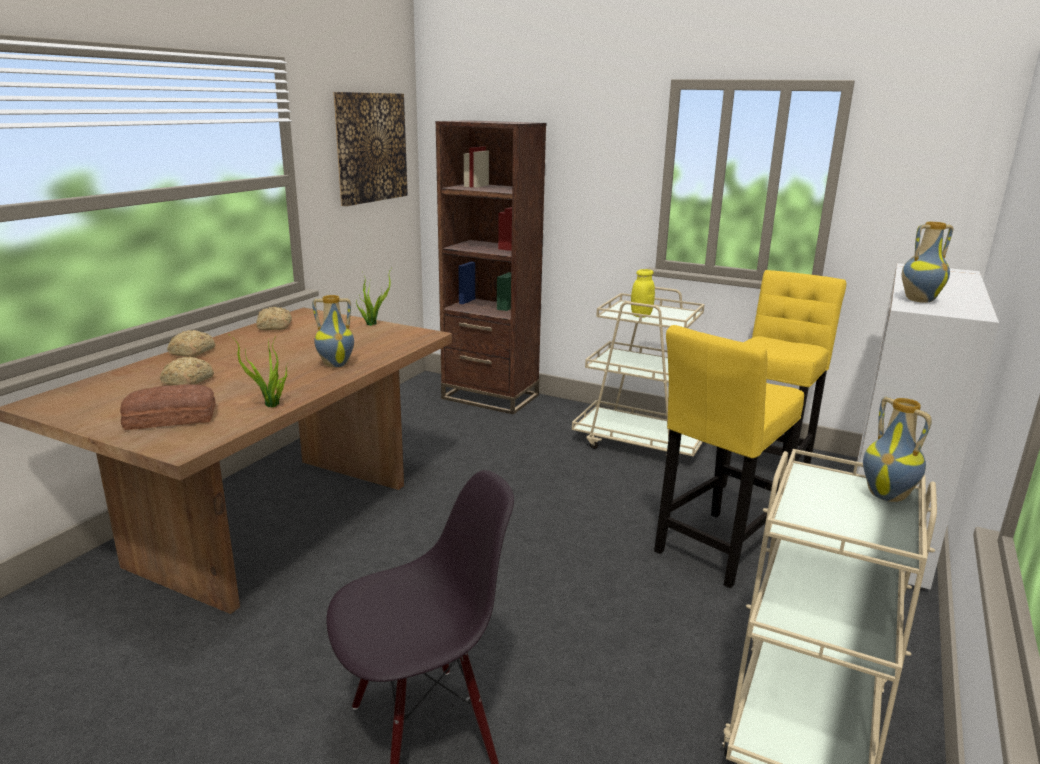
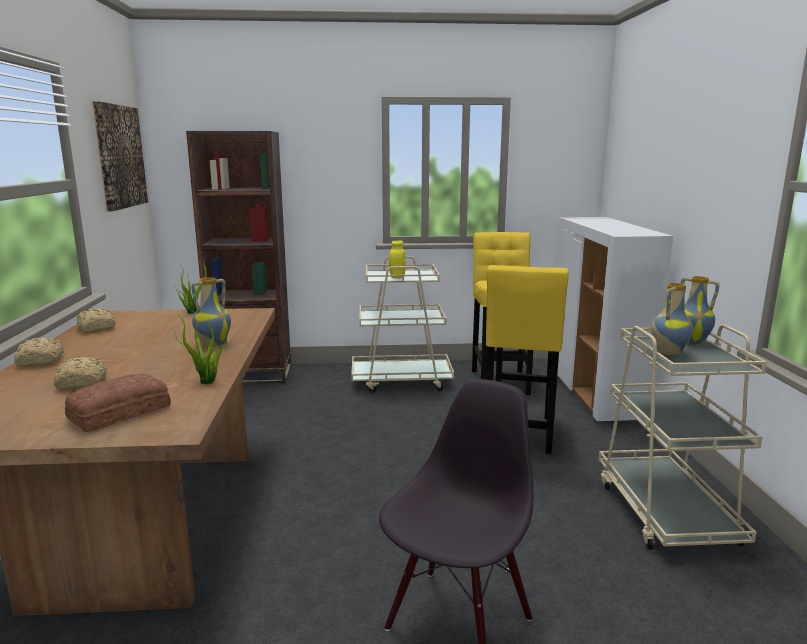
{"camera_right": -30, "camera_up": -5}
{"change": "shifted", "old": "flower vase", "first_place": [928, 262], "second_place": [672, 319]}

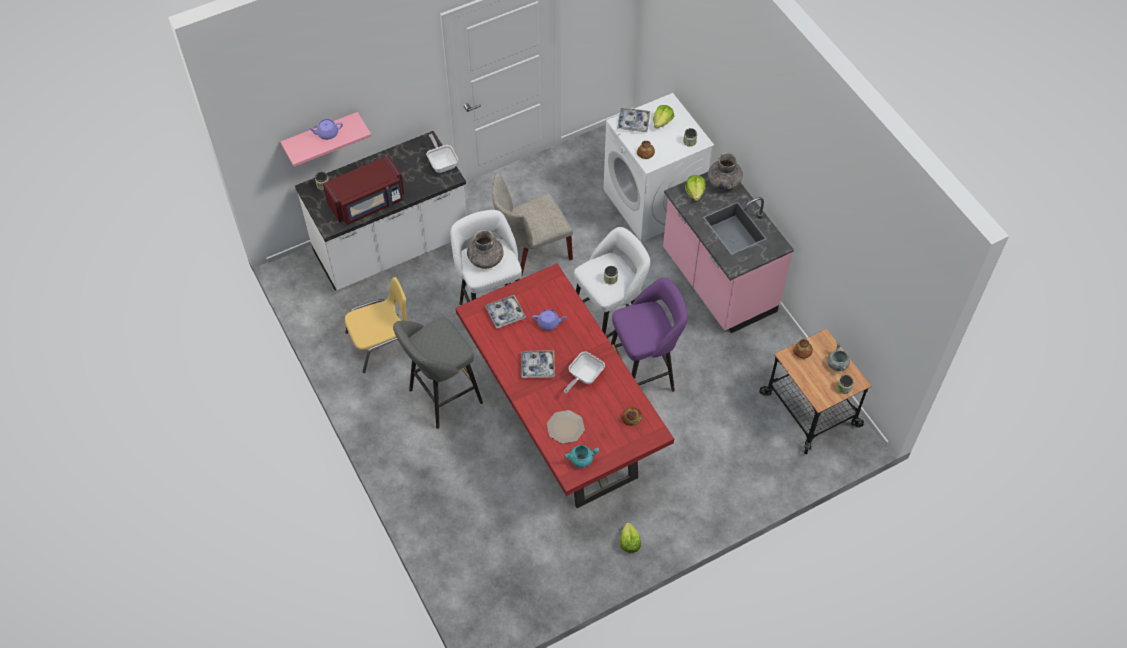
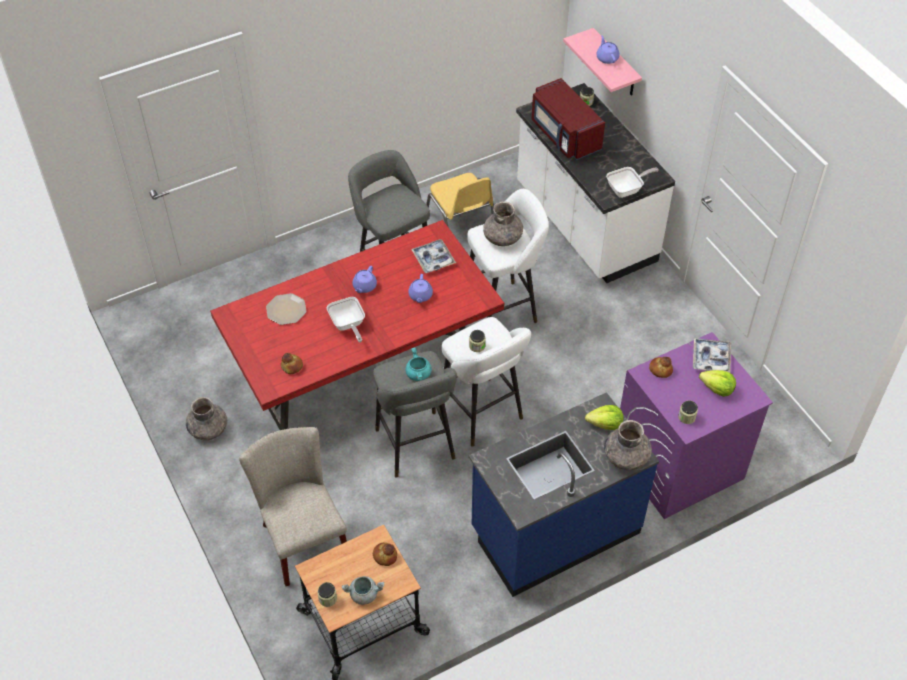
{"camera_right": 90, "camera_up": -5}
{"change": "repainted", "old": "laundry machine in whitish", "new": "laundry machine in purplish", "first_place": [658, 167], "second_place": [696, 425]}
{"change": "shifted", "old": "chair in sand-coloured", "first_place": [532, 224], "second_place": [293, 506]}
{"change": "repainted", "old": "kitchen base unit in pink-coloured", "new": "kitchen base unit in bluish", "first_place": [728, 252], "second_place": [564, 494]}
{"change": "repainted", "old": "stool in purplish", "new": "stool in greyish", "first_place": [649, 335], "second_place": [415, 414]}
{"change": "swapped", "old": "serving tray", "new": "tea pot in purplish", "first_place": [538, 364], "second_place": [365, 279]}
{"change": "rotated", "old": "frying pan", "first_place": [584, 372], "second_place": [346, 319], "degrees": -150}
{"change": "shifted", "old": "saucepot in blue-green", "first_place": [582, 456], "second_place": [418, 364]}
{"change": "swapped", "old": "lettuce", "new": "flower vase in greyish", "first_place": [630, 537], "second_place": [206, 418]}

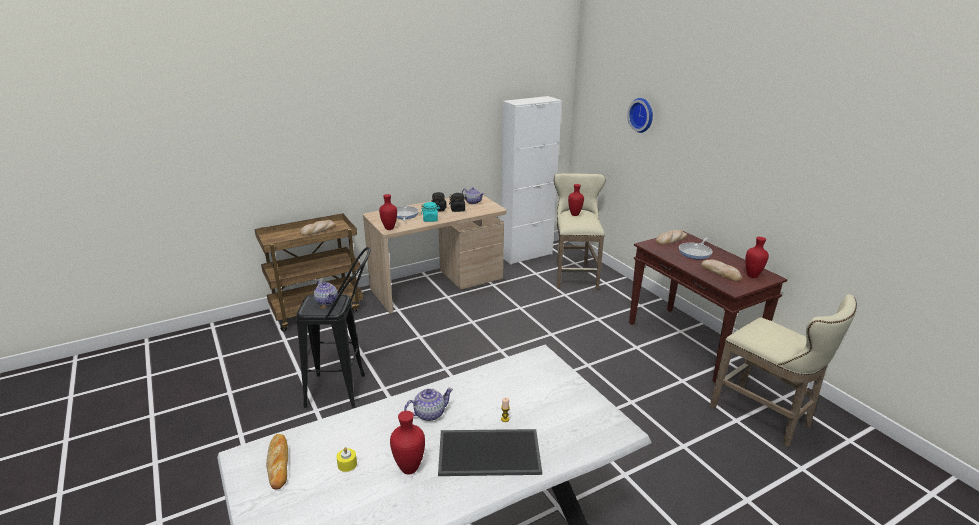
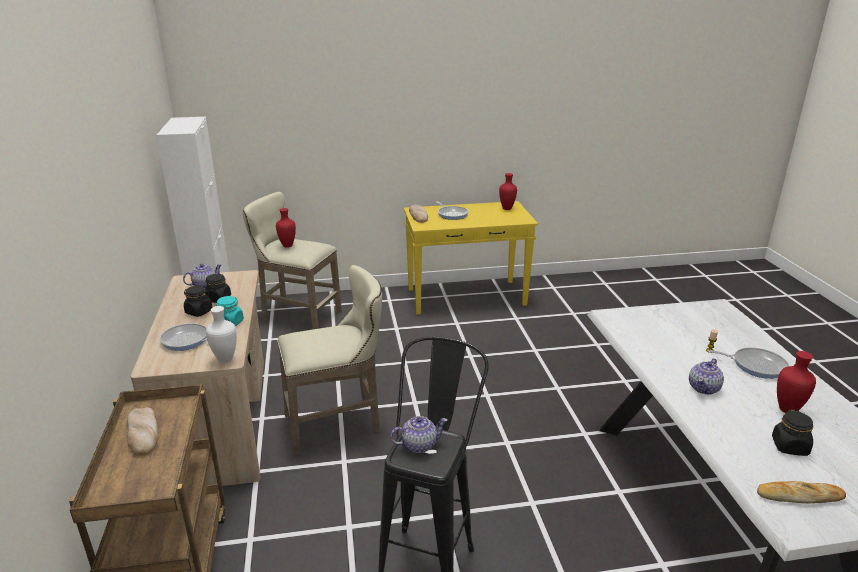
{"camera_right": -70, "camera_up": 0}
{"change": "gone", "old": "hanging clock", "first_place": [640, 115]}
{"change": "repainted", "old": "flower vase in reddish", "new": "flower vase in whitish", "first_place": [388, 212], "second_place": [221, 334]}
{"change": "repainted", "old": "hall table in brownish", "new": "hall table in yellow-coloured", "first_place": [708, 307], "second_place": [471, 258]}
{"change": "gone", "old": "bread", "first_place": [721, 270]}
{"change": "shifted", "old": "stool in sand-coloured", "first_place": [783, 370], "second_place": [329, 360]}
{"change": "rotated", "old": "tea pot", "first_place": [428, 404], "second_place": [706, 376], "degrees": -135}
{"change": "swapped", "old": "serving tray", "new": "frying pan", "first_place": [490, 452], "second_place": [748, 363]}
{"change": "swapped", "old": "wax light in yellow-coloured", "new": "storage jar in black-coloured", "first_place": [346, 459], "second_place": [792, 432]}

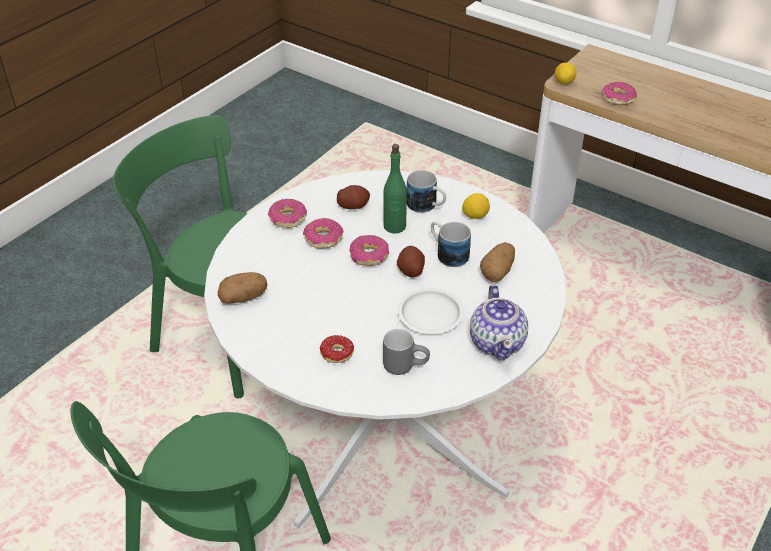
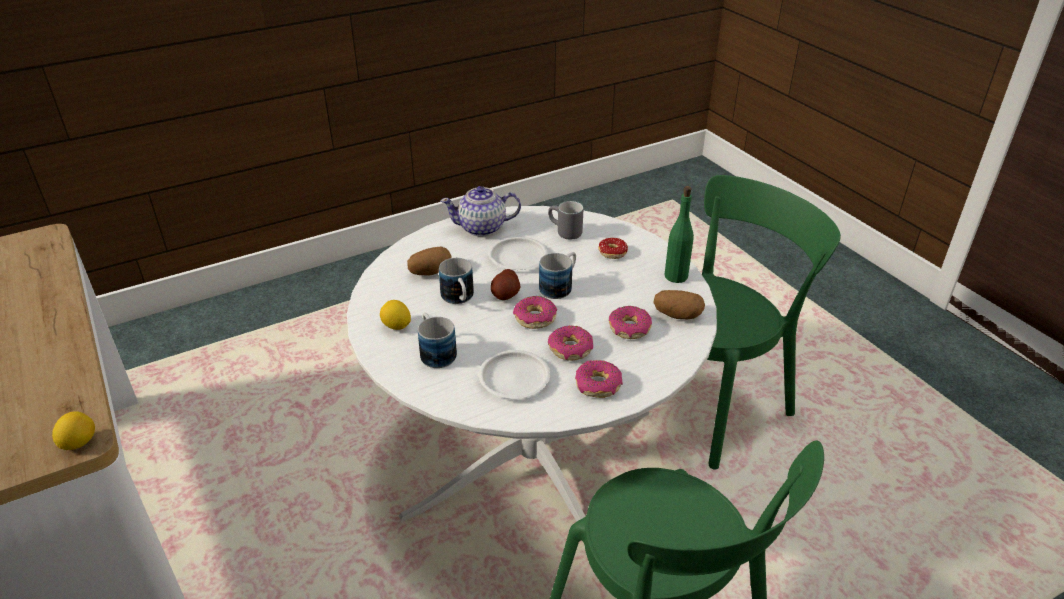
{"camera_right": -155, "camera_up": -5}
{"change": "shifted", "old": "ring doughnut", "first_place": [619, 93], "second_place": [630, 322]}
{"change": "shifted", "old": "bottle in green-coloured", "first_place": [395, 188], "second_place": [679, 234]}
{"change": "swapped", "old": "potato", "new": "plate in whitish", "first_place": [353, 197], "second_place": [514, 374]}
{"change": "rotated", "old": "tea pot", "first_place": [499, 322], "second_place": [480, 211], "degrees": -120}
{"change": "new", "new": "tea mug", "second_place": [557, 275]}

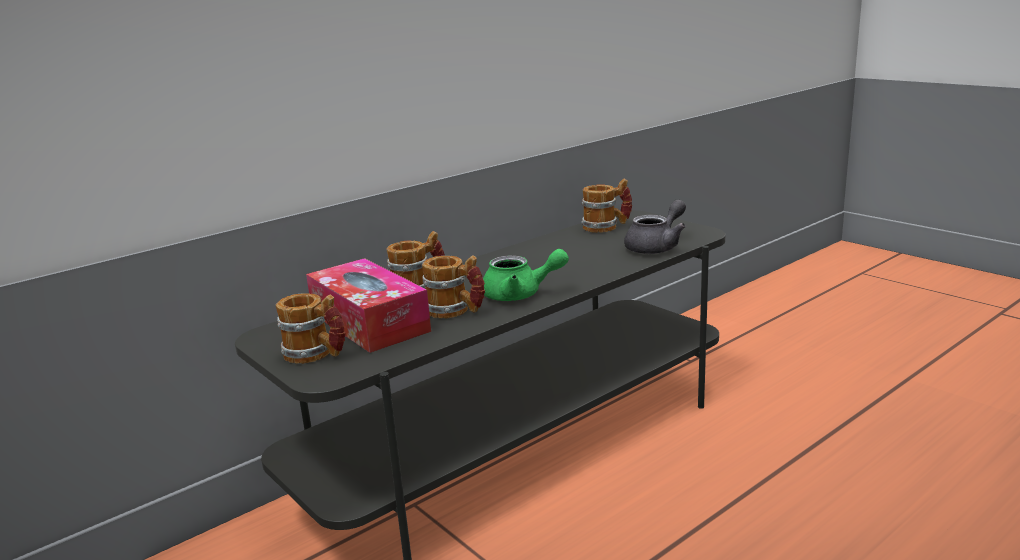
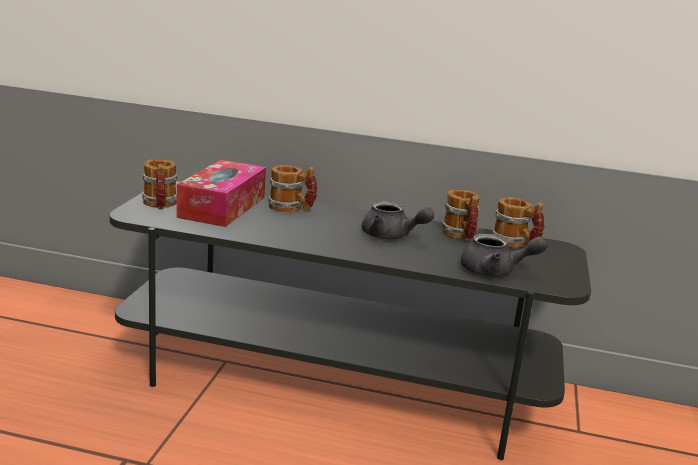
{"camera_right": 50, "camera_up": 0}
{"change": "gone", "old": "tea pot in green-coloured", "first_place": [526, 275]}
{"change": "shifted", "old": "tea mug", "first_place": [453, 287], "second_place": [460, 215]}
{"change": "new", "new": "tea pot in greyish", "second_place": [398, 220]}

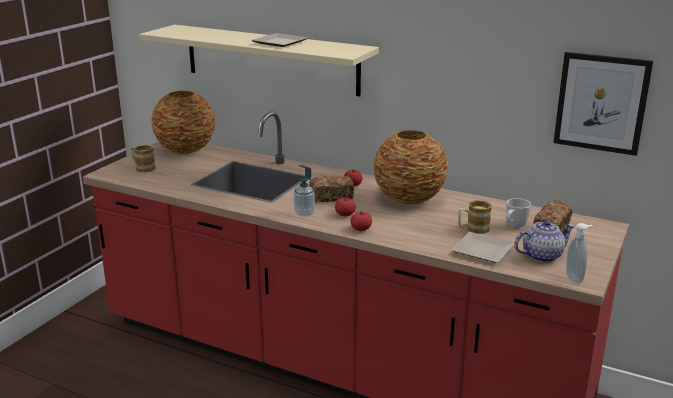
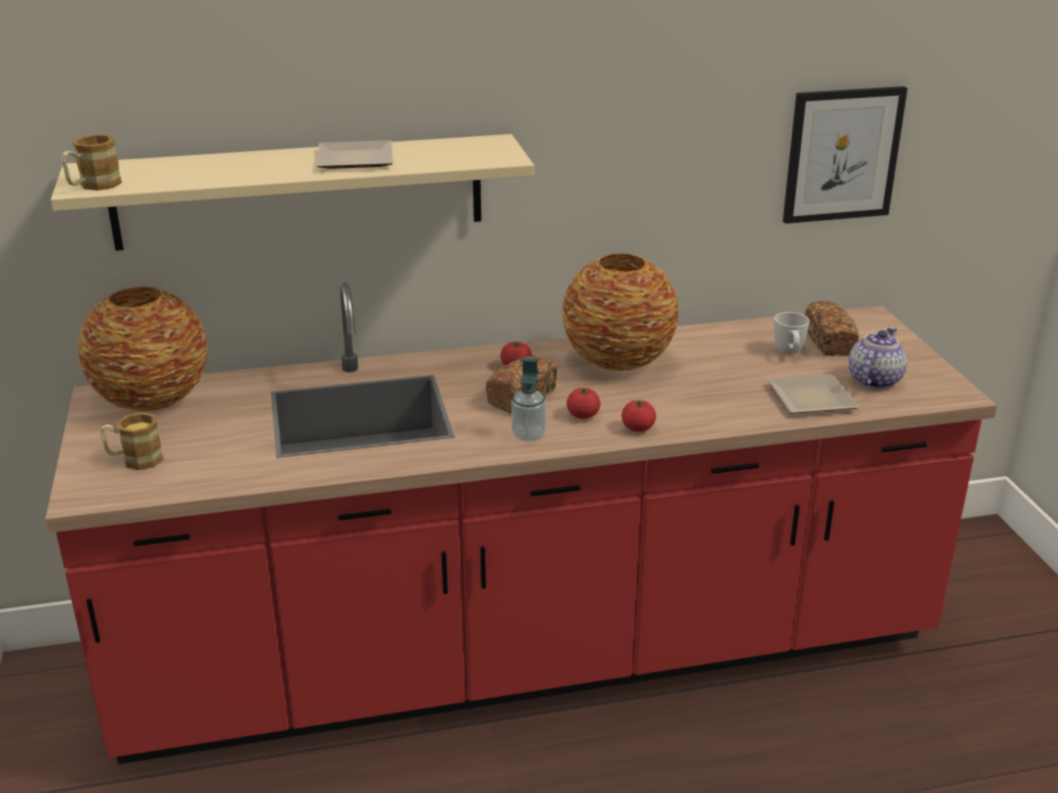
{"camera_right": -40, "camera_up": 5}
{"change": "shifted", "old": "tea mug", "first_place": [475, 217], "second_place": [91, 162]}
{"change": "gone", "old": "liquid soap bottle", "first_place": [579, 253]}

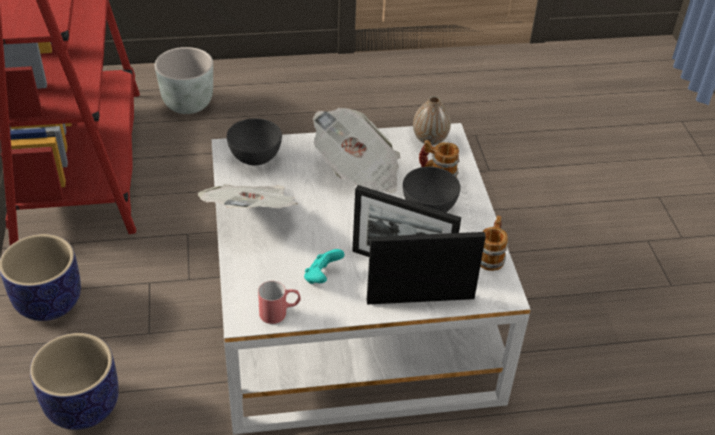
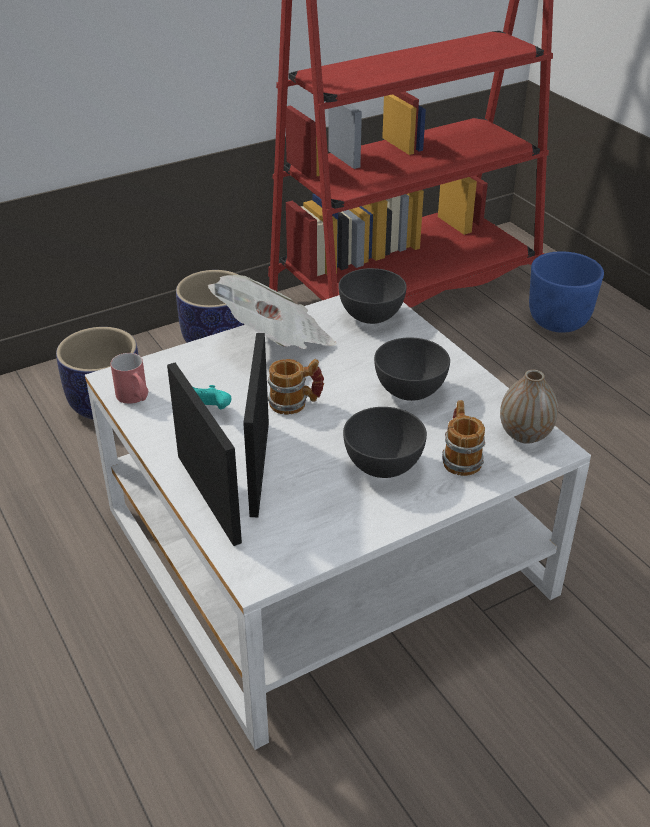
{"camera_right": 70, "camera_up": -5}
{"change": "repainted", "old": "plant pot in greyish", "new": "plant pot in bluish", "first_place": [184, 80], "second_place": [566, 292]}
{"change": "swapped", "old": "newspaper", "new": "serving bowl in greyish", "first_place": [356, 150], "second_place": [412, 369]}
{"change": "shifted", "old": "tea mug", "first_place": [494, 243], "second_place": [295, 387]}

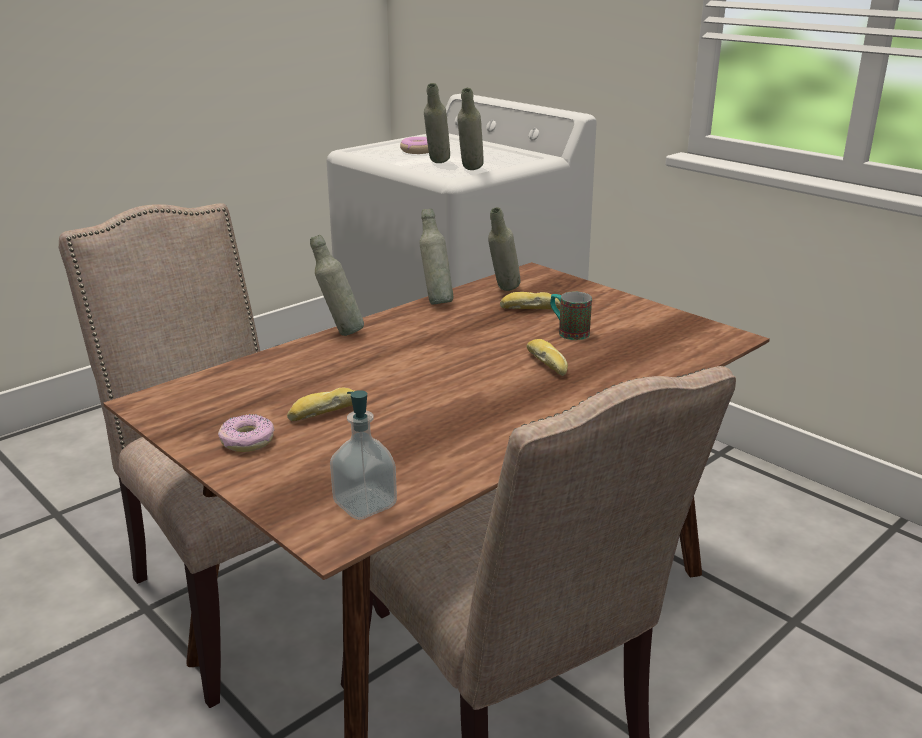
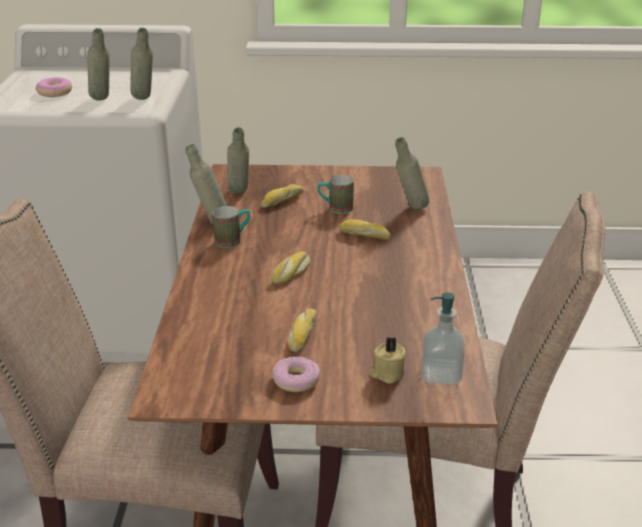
{"camera_right": -45, "camera_up": 5}
{"change": "shifted", "old": "bottle in greyish", "first_place": [337, 285], "second_place": [412, 173]}
{"change": "new", "new": "tea mug", "second_place": [231, 227]}
{"change": "new", "new": "bread", "second_place": [290, 267]}
{"change": "new", "new": "wax light in sand-coloured", "second_place": [388, 360]}

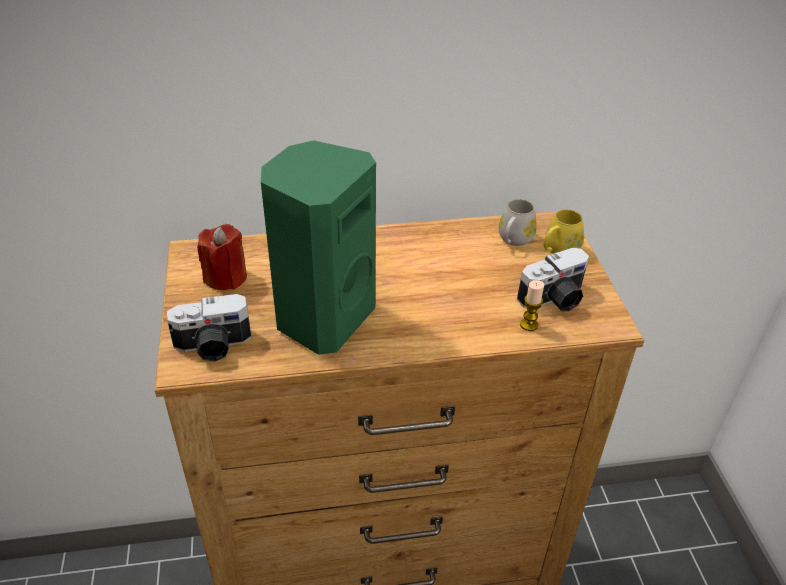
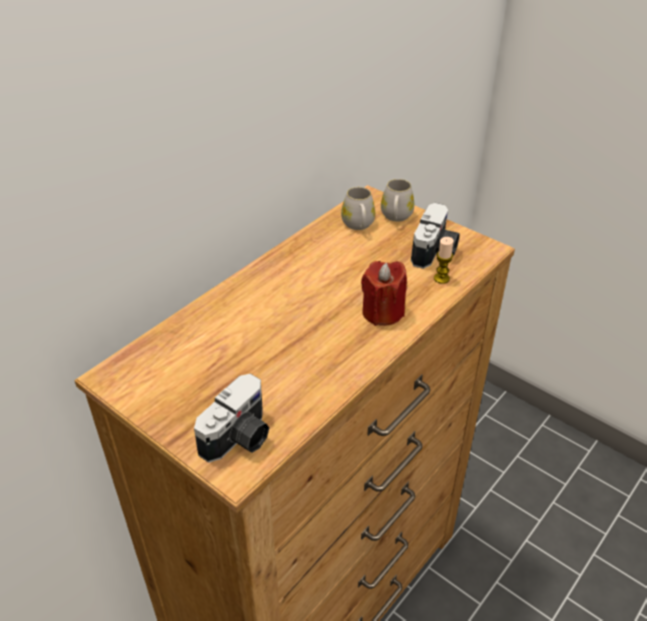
{"camera_right": -40, "camera_up": 0}
{"change": "gone", "old": "audio speaker in green-coloured", "first_place": [318, 247]}
{"change": "repainted", "old": "tea mug in yellow-coloured", "new": "tea mug in whitish", "first_place": [564, 231], "second_place": [397, 200]}
{"change": "shifted", "old": "wax light in reddish", "first_place": [222, 257], "second_place": [384, 293]}

